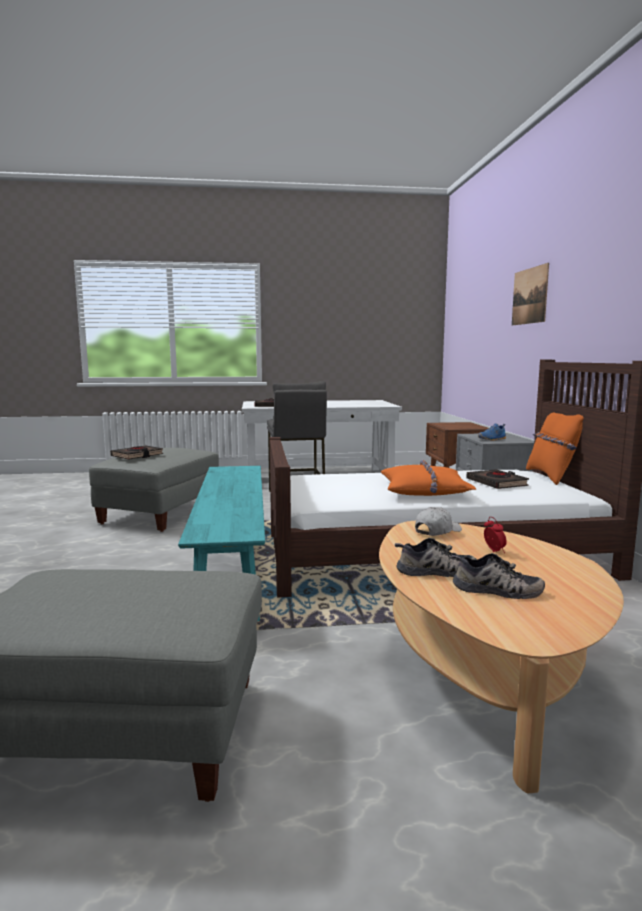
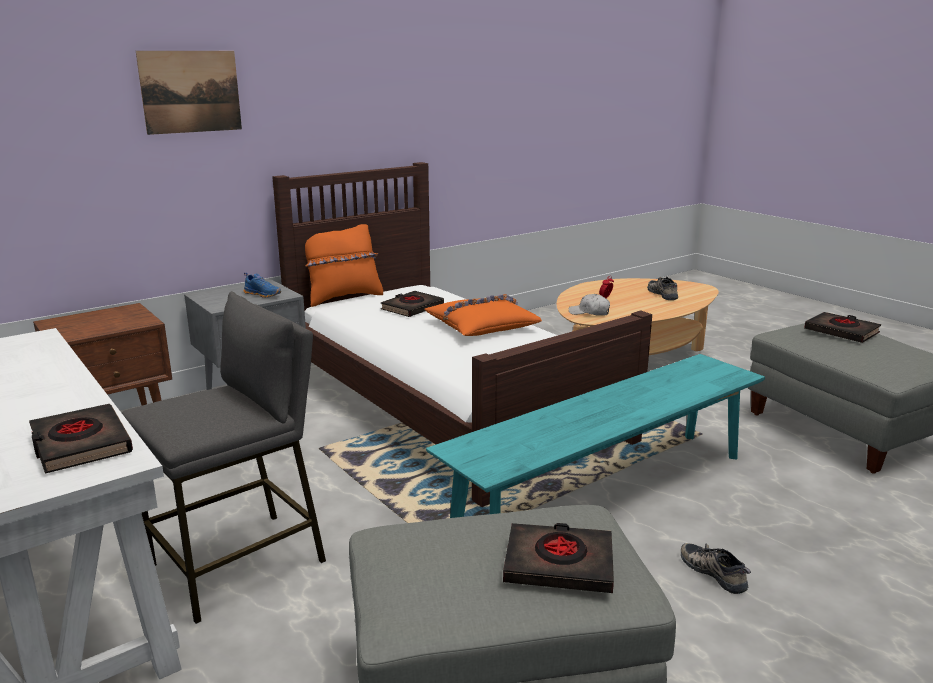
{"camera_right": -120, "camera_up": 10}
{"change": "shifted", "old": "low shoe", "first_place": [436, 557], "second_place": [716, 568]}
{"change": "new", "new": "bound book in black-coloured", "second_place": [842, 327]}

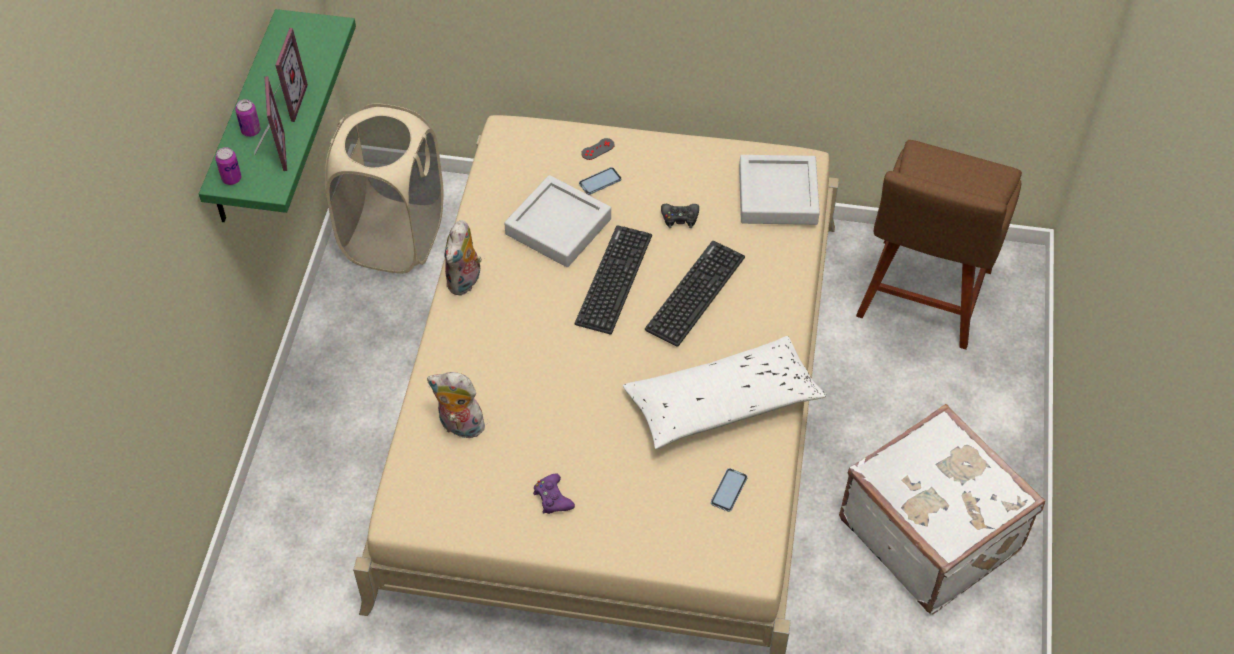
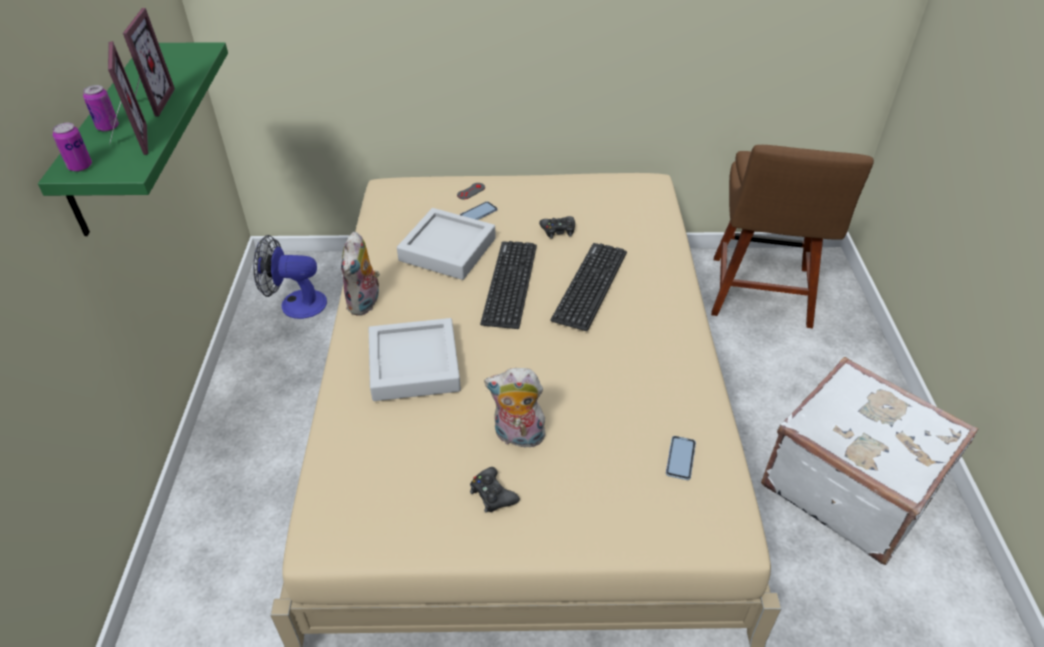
{"camera_right": -10, "camera_up": -10}
{"change": "swapped", "old": "hamper in sand-coloured", "new": "fan", "first_place": [384, 189], "second_place": [290, 277]}
{"change": "shifted", "old": "serving tray in greyish", "first_place": [779, 190], "second_place": [415, 359]}
{"change": "gone", "old": "throw pillow in whitish", "first_place": [725, 392]}
{"change": "shifted", "old": "plush toy", "first_place": [458, 405], "second_place": [514, 408]}
{"change": "repainted", "old": "gamepad in purplish", "new": "gamepad in black-coloured", "first_place": [554, 493], "second_place": [495, 490]}

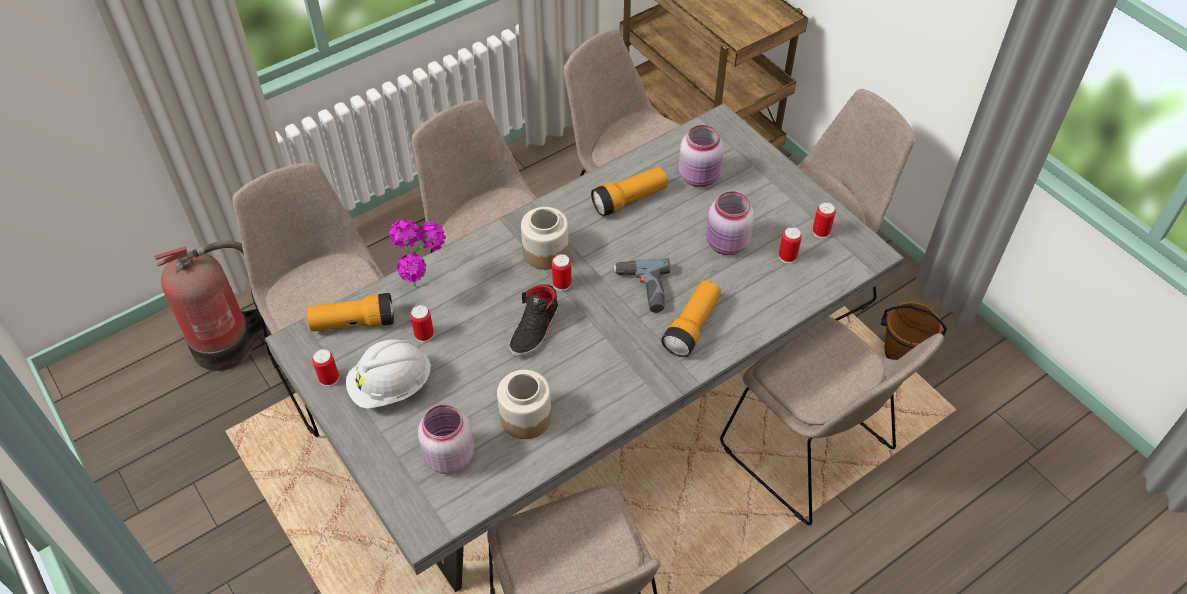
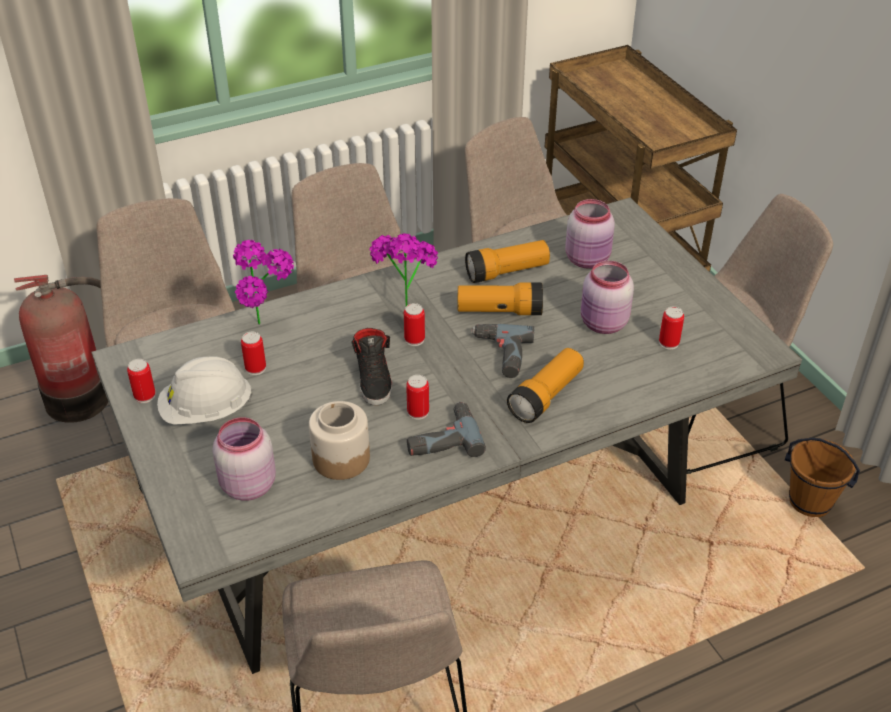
{"camera_right": 10, "camera_up": -10}
{"change": "shifted", "old": "sealed can", "first_place": [824, 220], "second_place": [417, 397]}
{"change": "swapped", "old": "storage jar", "new": "plant in a pot", "first_place": [545, 238], "second_place": [403, 269]}
{"change": "rotated", "old": "low shoe in black-coloured", "first_place": [533, 320], "second_place": [372, 366], "degrees": -45}
{"change": "shifted", "old": "hand torch", "first_place": [350, 312], "second_place": [500, 298]}
{"change": "gone", "old": "chair in sand-coloured", "first_place": [832, 420]}
{"change": "new", "new": "electric drill", "second_place": [446, 429]}

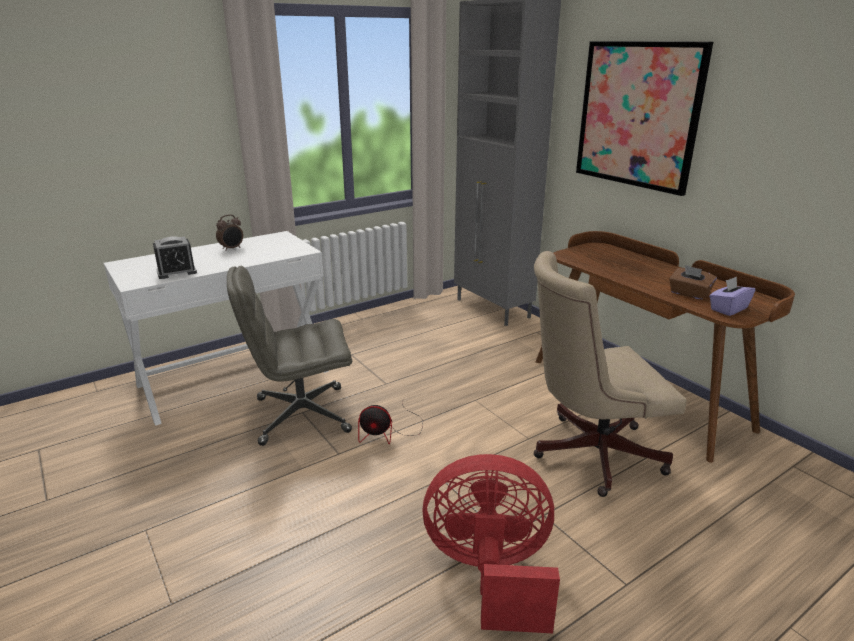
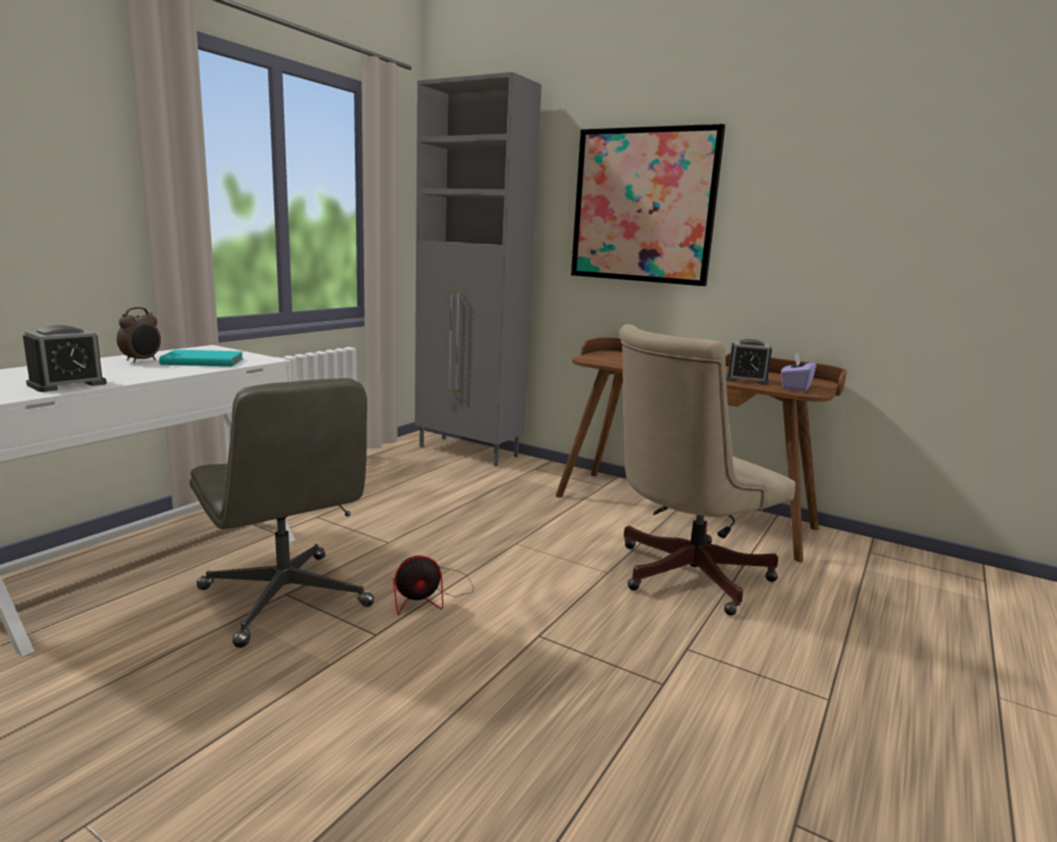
{"camera_right": -25, "camera_up": -10}
{"change": "swapped", "old": "tissue box in brownish", "new": "bedside clock", "first_place": [693, 282], "second_place": [749, 362]}
{"change": "rotated", "old": "desk chair in greyish", "first_place": [289, 356], "second_place": [282, 513], "degrees": -90}
{"change": "gone", "old": "fan in reddish", "first_place": [491, 544]}
{"change": "new", "new": "bound book in blue-green", "second_place": [201, 358]}

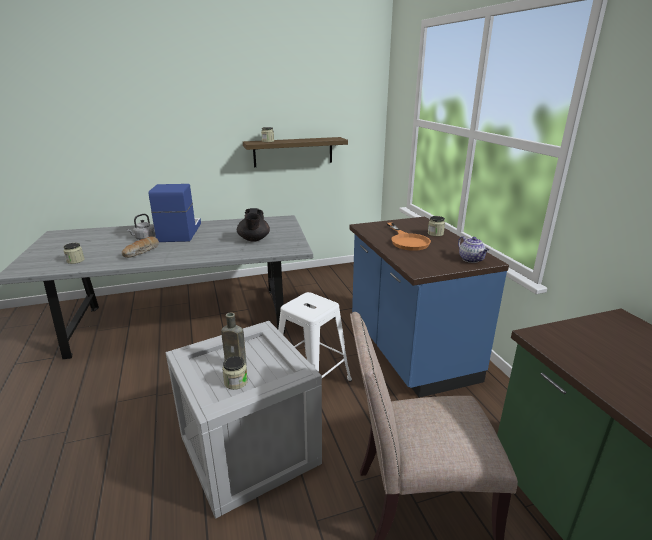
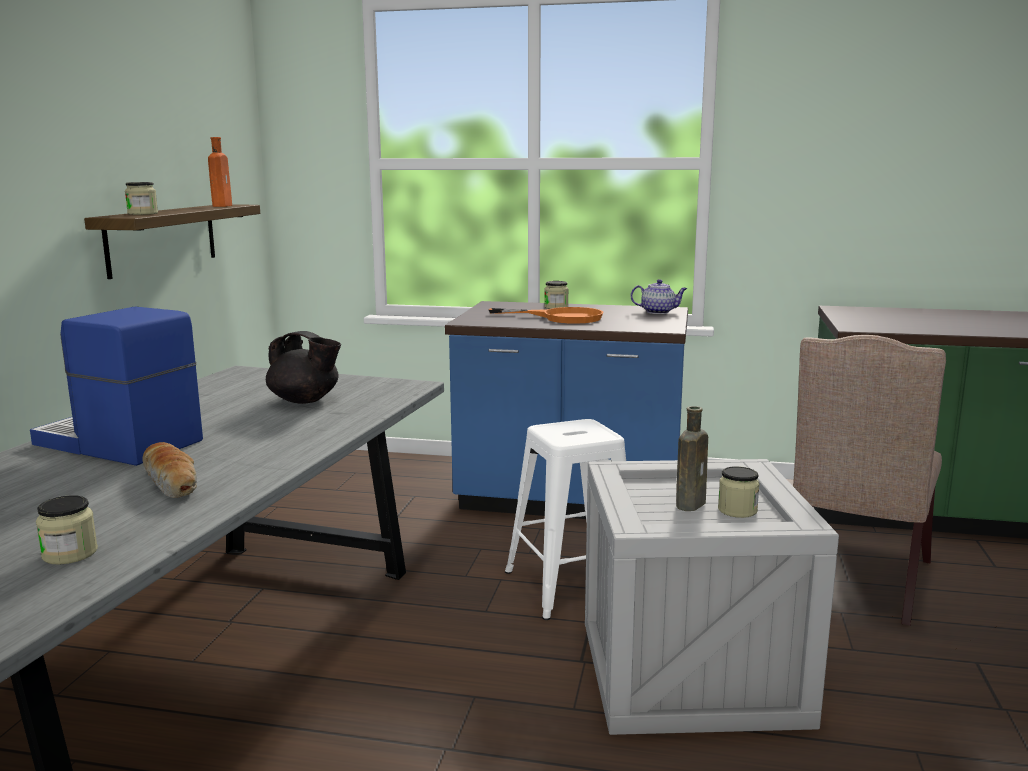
{"camera_right": -60, "camera_up": -10}
{"change": "gone", "old": "water kettle in greyish", "first_place": [141, 227]}
{"change": "new", "new": "bottle in orange-coloured", "second_place": [220, 172]}

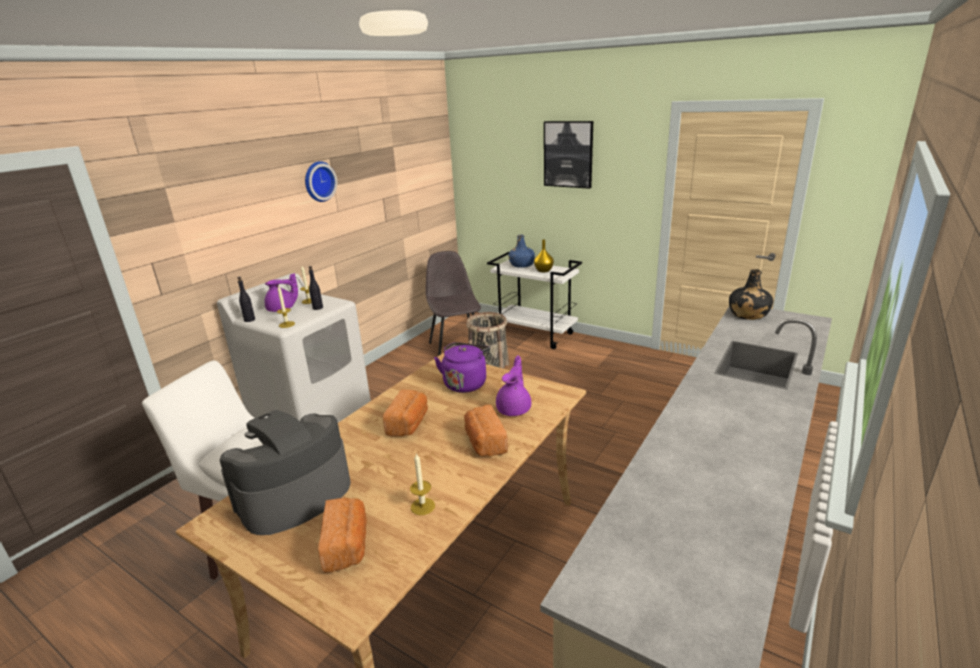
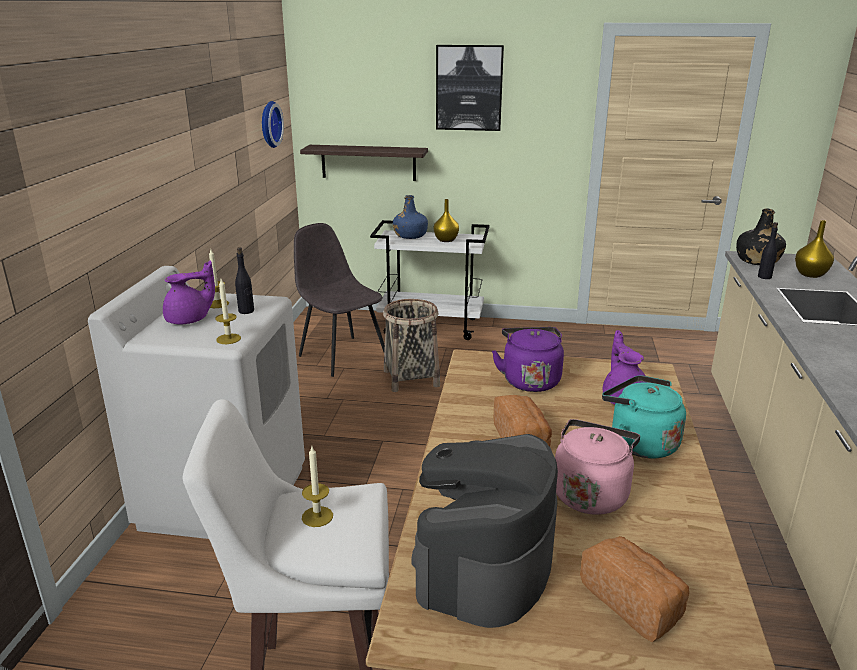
{"camera_right": -25, "camera_up": 0}
{"change": "shifted", "old": "hanging clock", "first_place": [321, 181], "second_place": [273, 124]}
{"change": "shifted", "old": "bottle in black-coloured", "first_place": [246, 299], "second_place": [768, 250]}
{"change": "swapped", "old": "bread", "new": "water kettle in blue-green", "first_place": [486, 430], "second_place": [644, 417]}
{"change": "shifted", "old": "wax light", "first_place": [422, 484], "second_place": [317, 487]}
{"change": "new", "new": "shelf", "second_place": [364, 163]}
{"change": "new", "new": "flower vase in yellow-coloured", "second_place": [814, 249]}
{"change": "new", "new": "water kettle in pink-coloured", "second_place": [597, 467]}

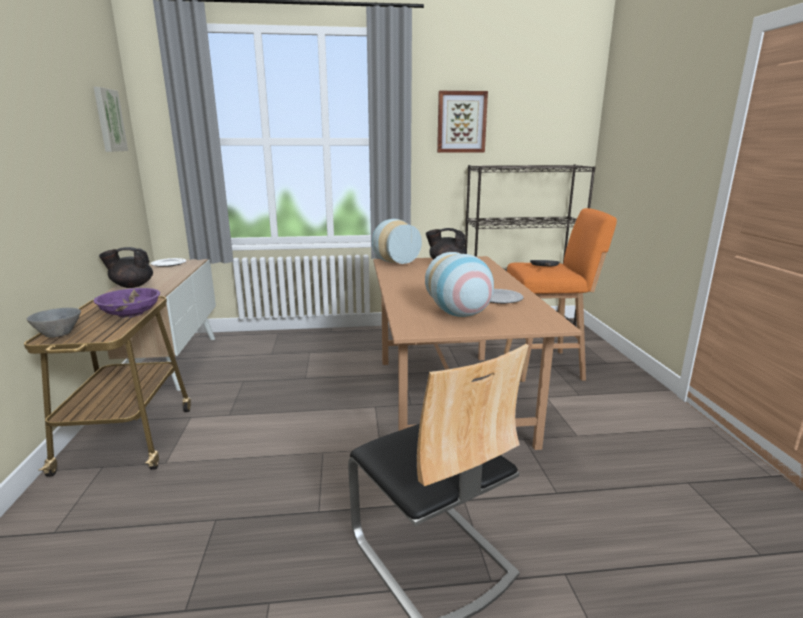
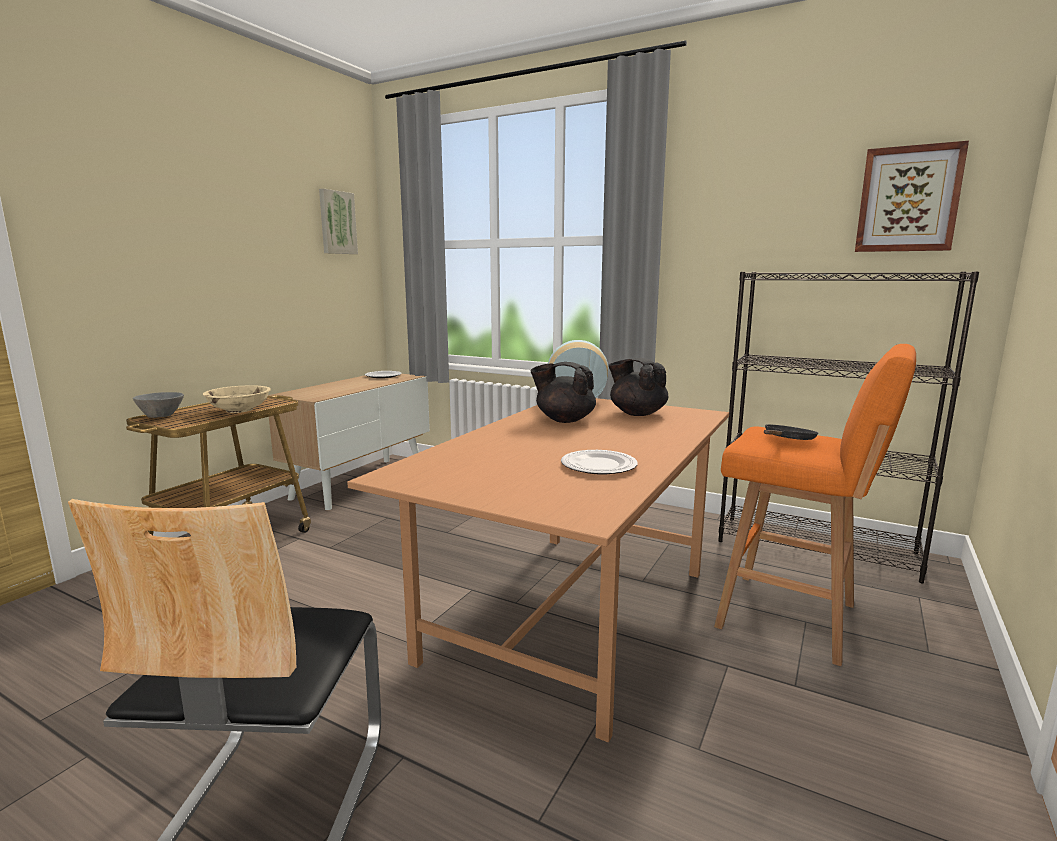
{"camera_right": 35, "camera_up": -5}
{"change": "shifted", "old": "wall art", "first_place": [462, 122], "second_place": [912, 196]}
{"change": "shifted", "old": "tea pot in black-coloured", "first_place": [126, 267], "second_place": [563, 392]}
{"change": "gone", "old": "flower vase", "first_place": [459, 284]}
{"change": "repainted", "old": "serving bowl in purplish", "new": "serving bowl in sand-coloured", "first_place": [127, 303], "second_place": [237, 399]}

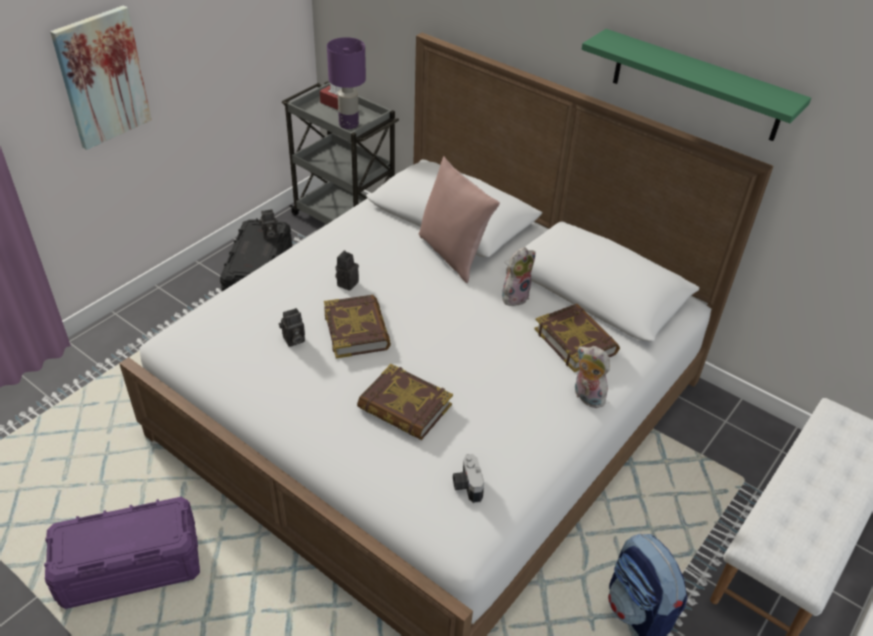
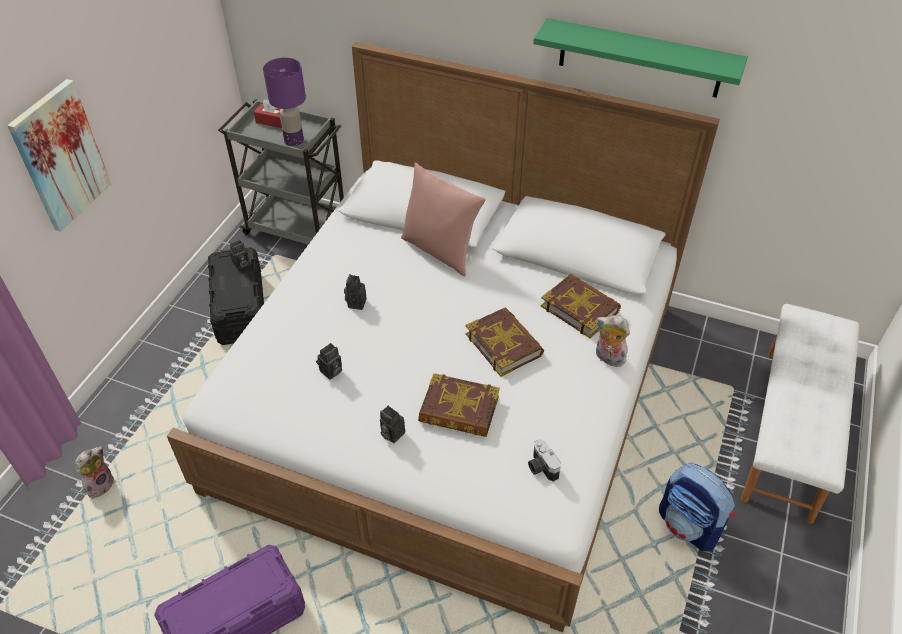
{"camera_right": -15, "camera_up": 5}
{"change": "shifted", "old": "plush toy", "first_place": [519, 276], "second_place": [94, 472]}
{"change": "shifted", "old": "bound book", "first_place": [357, 326], "second_place": [505, 342]}
{"change": "new", "new": "photo camera", "second_place": [392, 424]}

